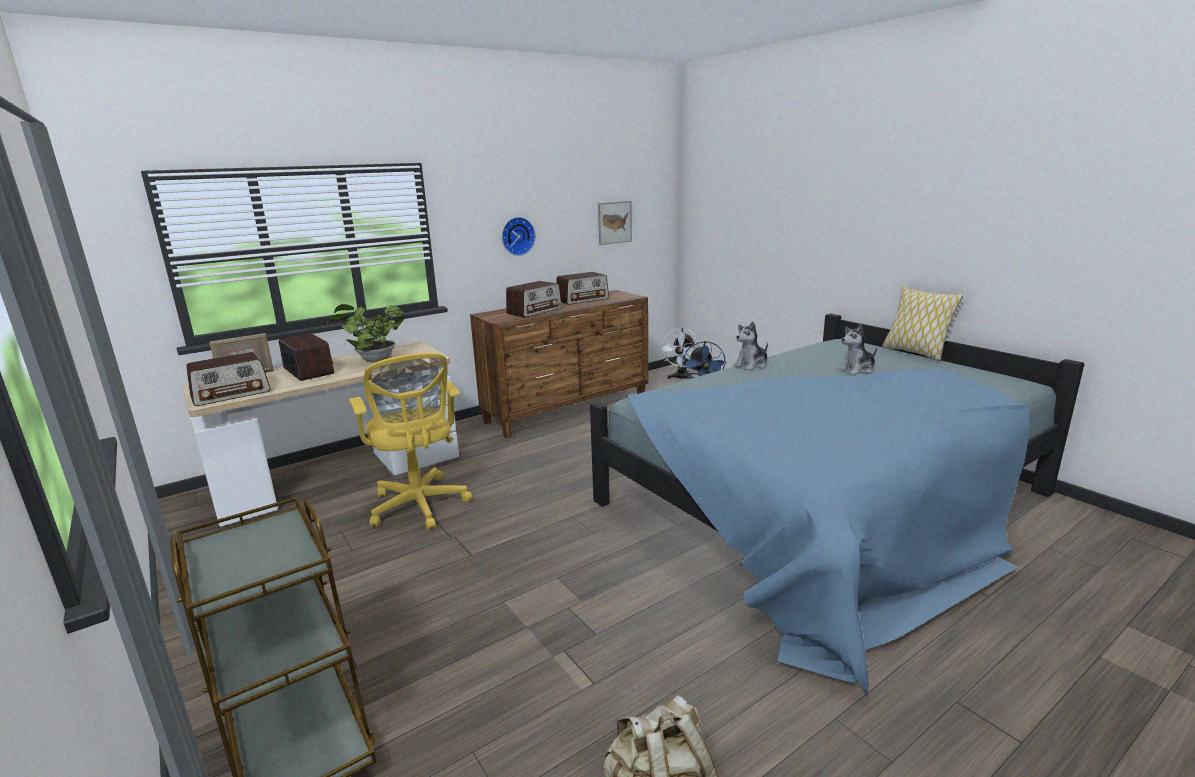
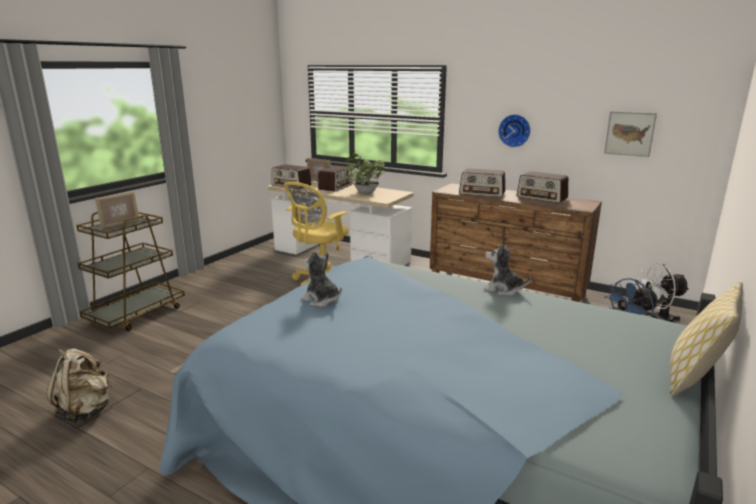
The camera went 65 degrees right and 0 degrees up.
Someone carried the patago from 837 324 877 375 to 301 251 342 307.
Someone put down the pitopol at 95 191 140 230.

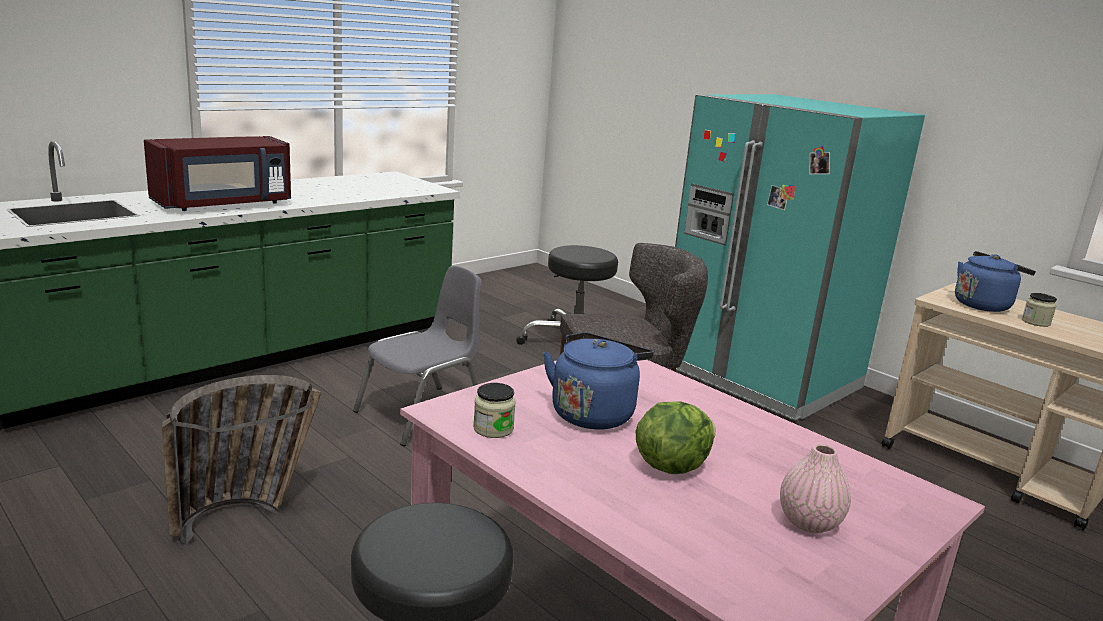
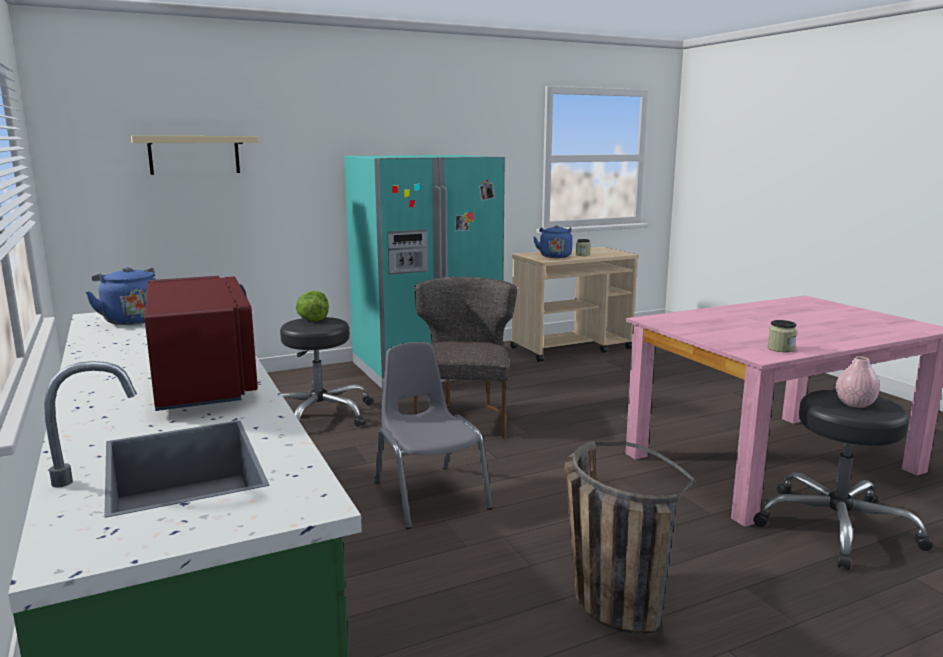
The camera went 70 degrees left and 5 degrees down.
Someone carried the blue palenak from 543 332 653 429 to 86 267 156 325.
Someone carried the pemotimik from 636 401 716 474 to 296 291 329 321.
Someone carried the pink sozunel from 780 444 851 533 to 836 356 880 408.
Someone put up the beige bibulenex at 131 136 258 175.

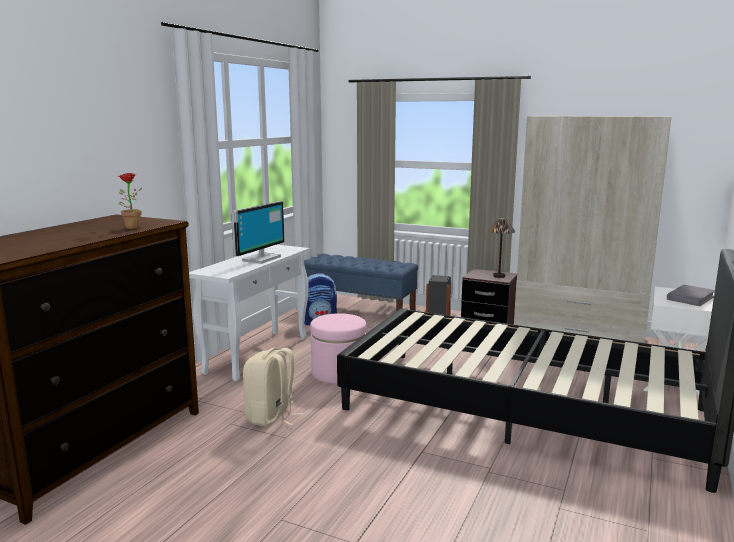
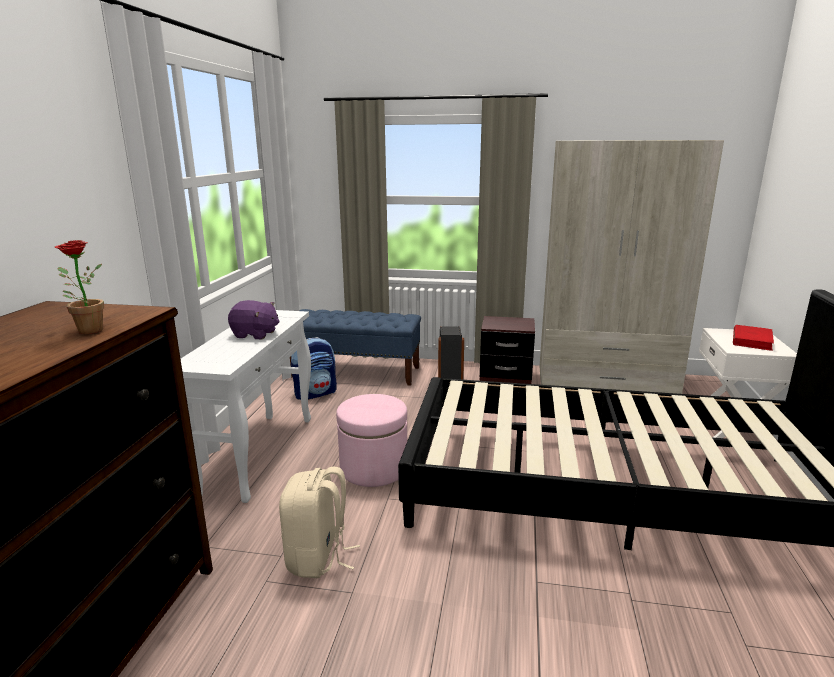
The camera went 15 degrees left and 5 degrees up.
Someone swapped the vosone at 231 201 284 264 for the purple patago at 228 300 280 339.
Someone took away the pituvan at 488 218 516 278.
Someone repainted the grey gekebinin at 667 285 715 306, which became the red gekebinin at 733 325 774 351.

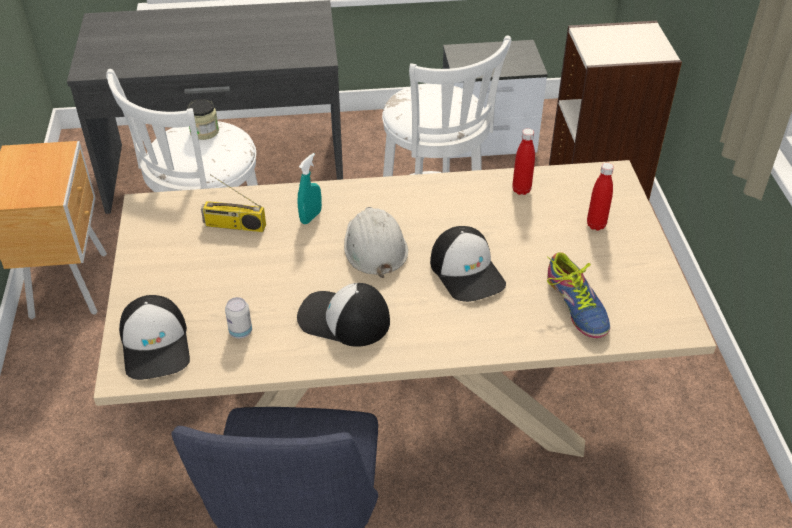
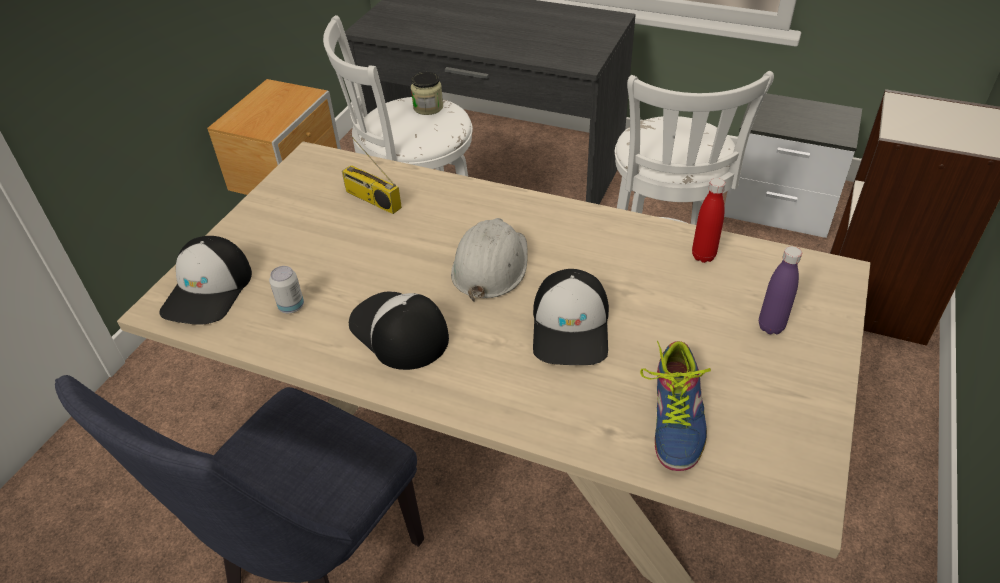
The camera went 30 degrees right and 0 degrees up.
Someone took away the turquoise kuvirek at 297 153 322 224.
Someone repainted the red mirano at 587 163 614 231, which became the purple mirano at 759 246 802 334.

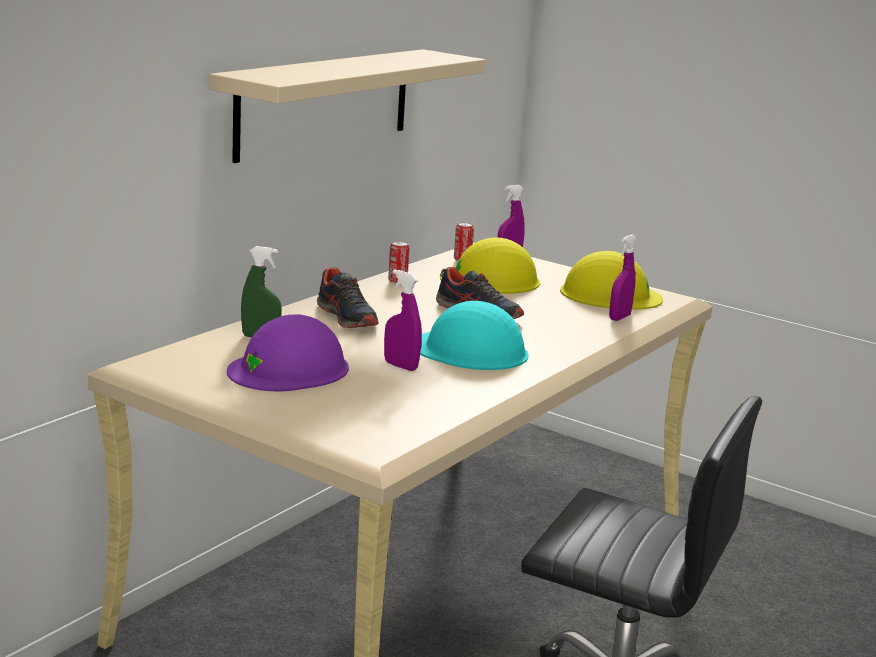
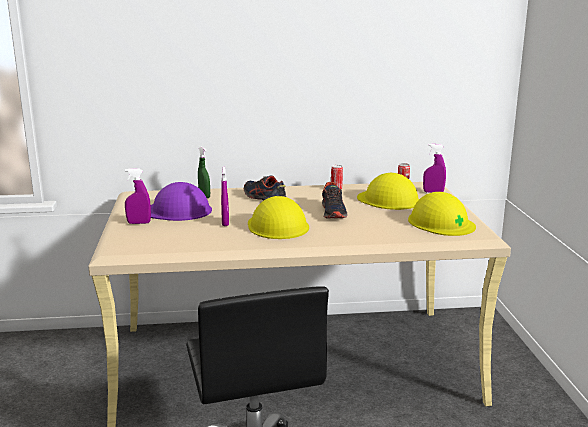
The camera went 50 degrees right and 0 degrees up.
Someone took away the beige bibulenex at 209 49 486 163.
Someone rotated the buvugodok at 317 268 379 328 by 120 degrees clockwise.
Someone repainted the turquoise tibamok at 420 301 529 370, which became the yellow tibamok at 248 196 309 239.
Someone carried the purple kuvirek from 609 234 637 321 to 125 168 151 224.

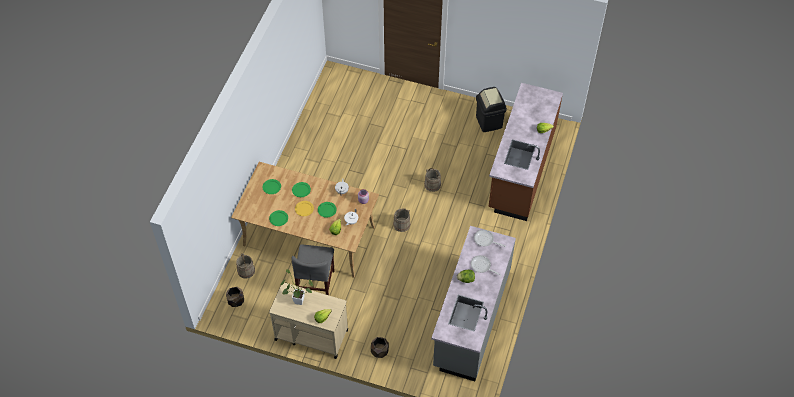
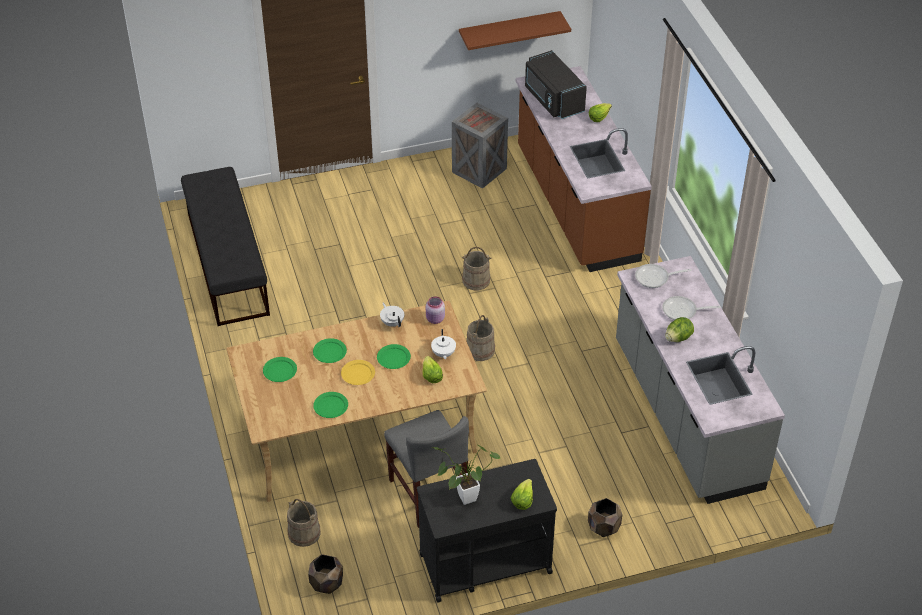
The camera went 35 degrees left and 10 degrees down.
Someone repainted the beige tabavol at 269 283 348 359, which became the black tabavol at 417 459 557 602.
Someone swapped the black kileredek at 476 87 507 132 for the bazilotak at 452 103 508 189.
Someone put down the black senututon at 181 167 270 326.
Someone put up the brown bibulenex at 459 11 571 50.
Someone put down the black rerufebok at 525 50 587 119.

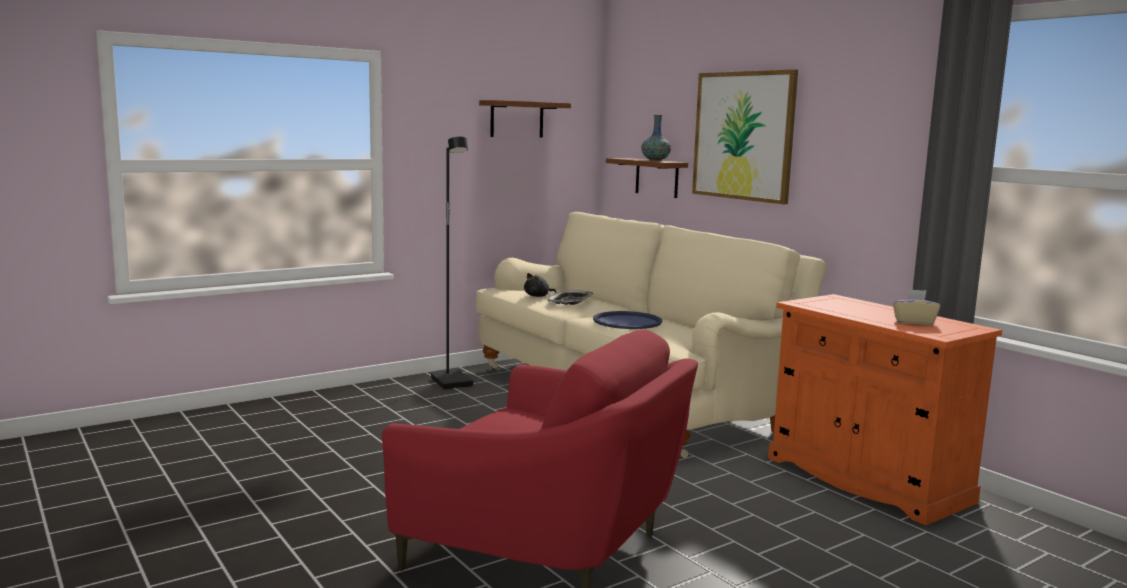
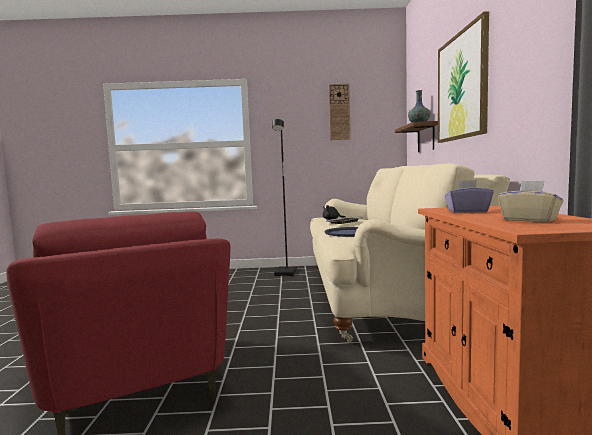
The camera went 35 degrees right and 5 degrees down.
Someone swapped the brown bibulenex at 479 100 571 138 for the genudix at 329 84 351 140.
Someone put down the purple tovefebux at 445 180 494 213.

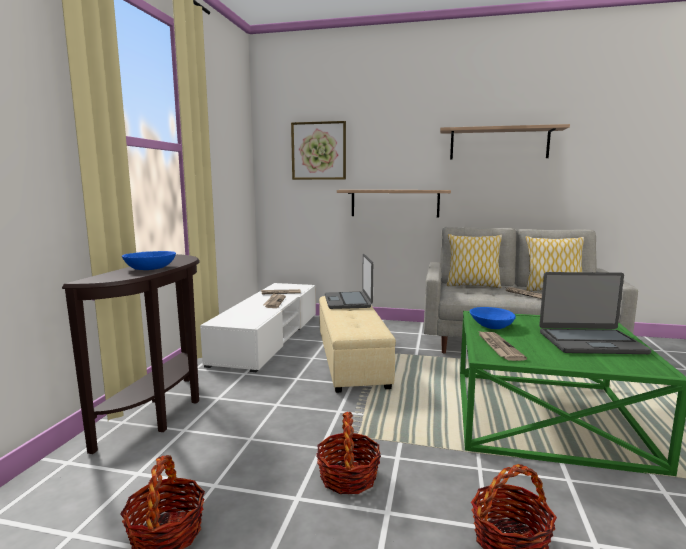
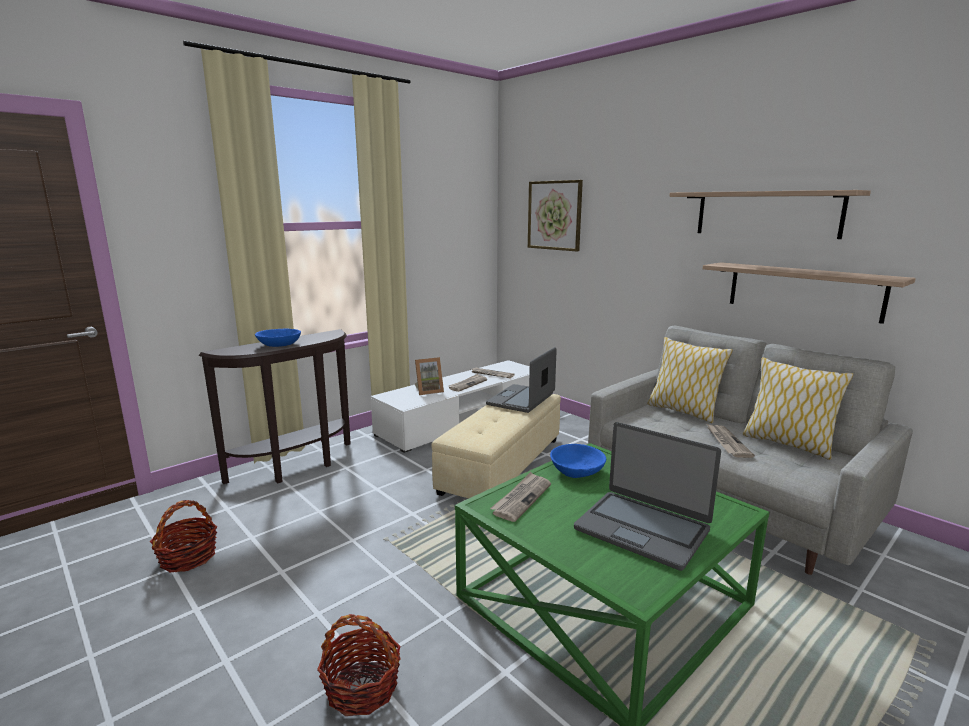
The camera went 35 degrees right and 5 degrees up.
Someone took away the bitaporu at 316 412 381 494.
Someone carried the bibulenex from 337 190 451 218 to 702 262 916 324.
Someone put down the pitopol at 415 357 444 395.

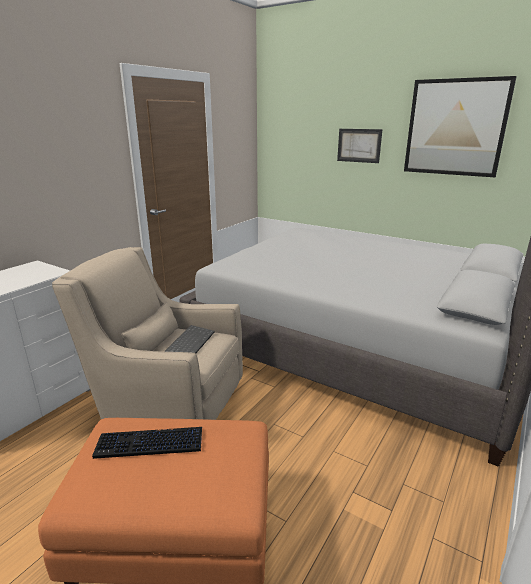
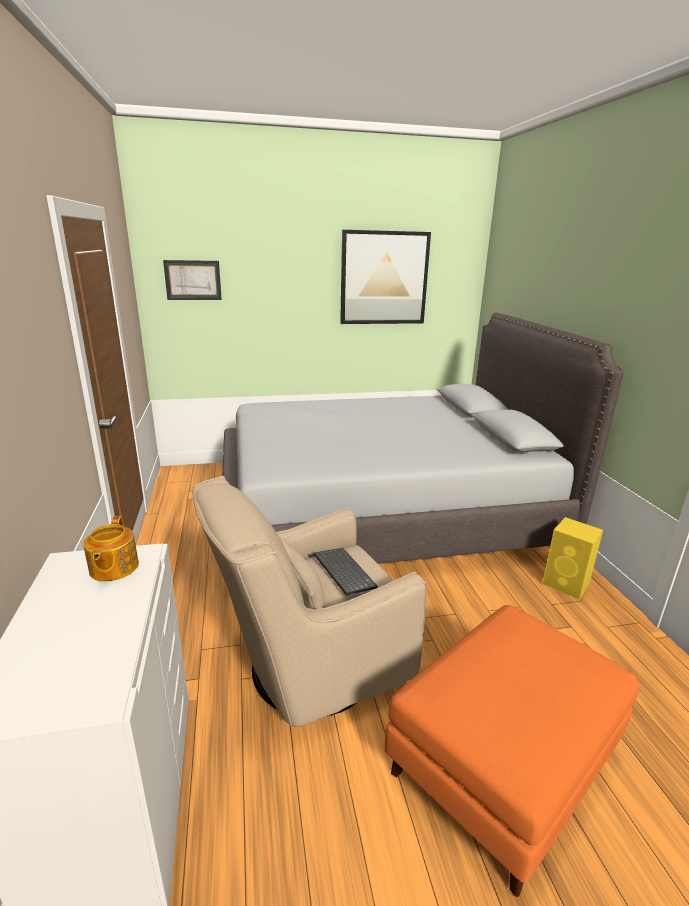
The camera went 45 degrees left and 0 degrees up.
Someone took away the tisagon at 92 427 202 459.
Someone carried the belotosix from 337 129 382 163 to 163 260 222 300.
Someone put down the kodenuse at 83 516 139 581.
Someone put down the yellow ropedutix at 542 517 603 600.

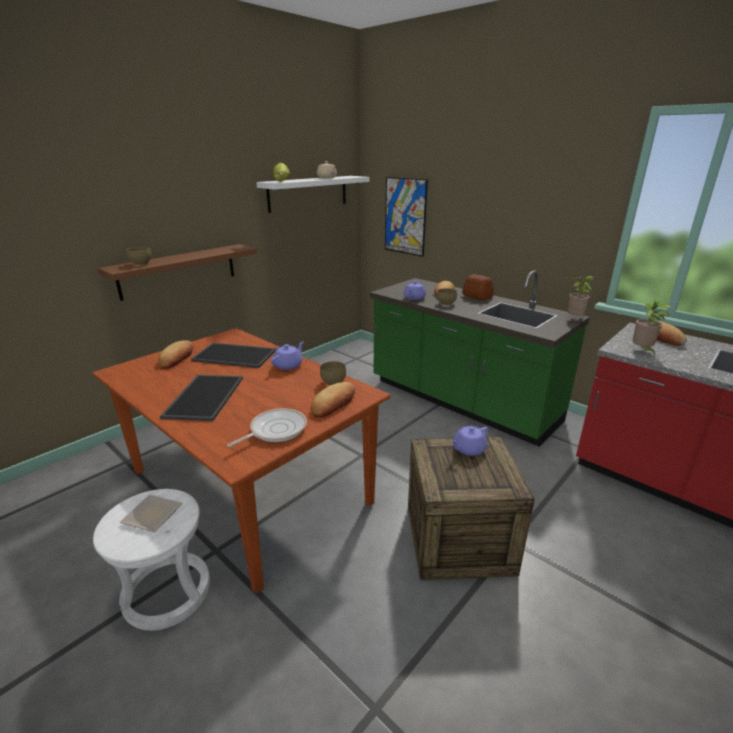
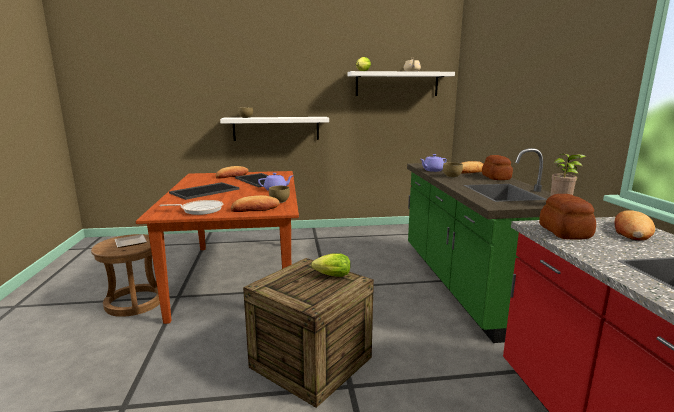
The camera went 40 degrees right and 10 degrees down.
Someone repainted the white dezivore at 93 489 210 631, which became the brown dezivore at 91 234 160 317.
Someone repainted the brown bibulenex at 98 244 257 301, which became the white bibulenex at 220 117 329 141.
Someone took away the belotosix at 385 177 428 257.
Someone swapped the purple kodenuse at 450 425 489 456 for the pemotimik at 311 253 351 277.
Someone swapped the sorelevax at 632 300 671 354 for the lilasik at 539 194 596 240.

